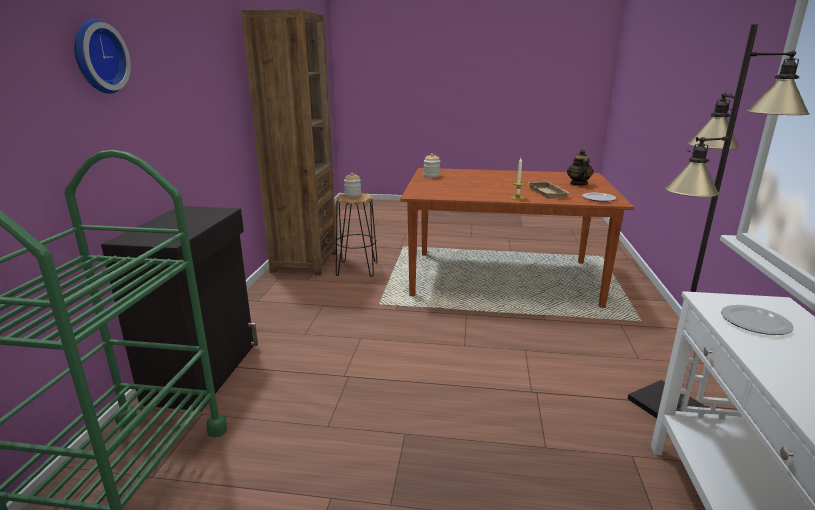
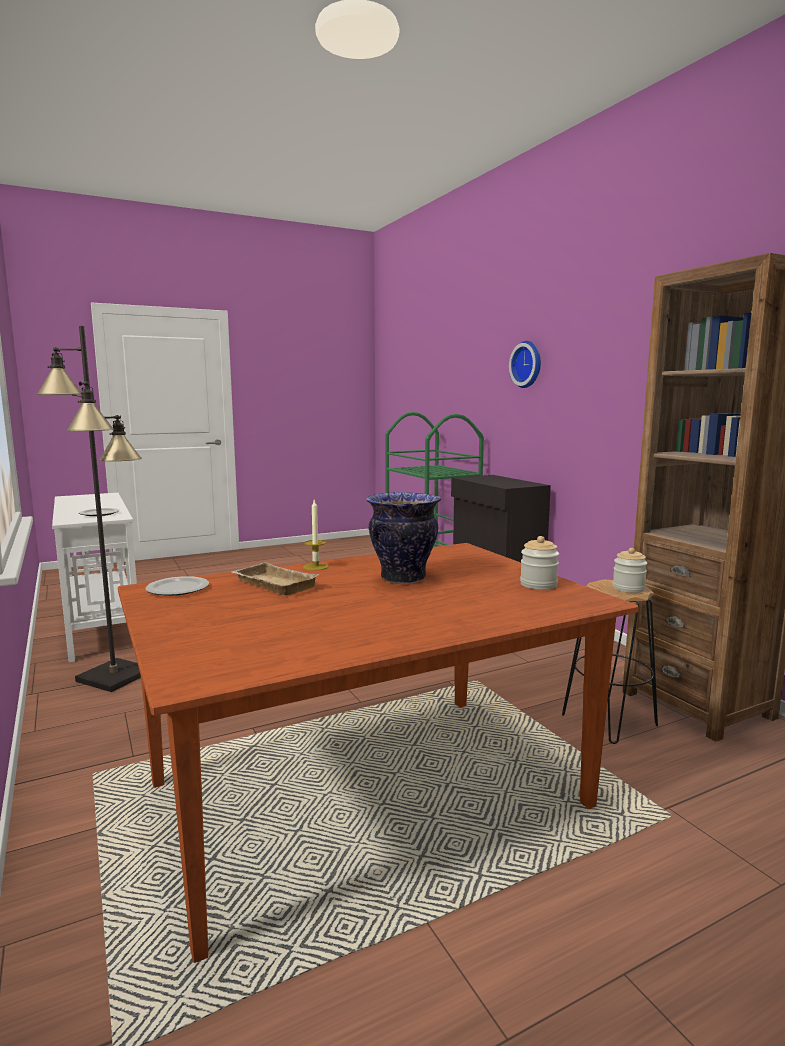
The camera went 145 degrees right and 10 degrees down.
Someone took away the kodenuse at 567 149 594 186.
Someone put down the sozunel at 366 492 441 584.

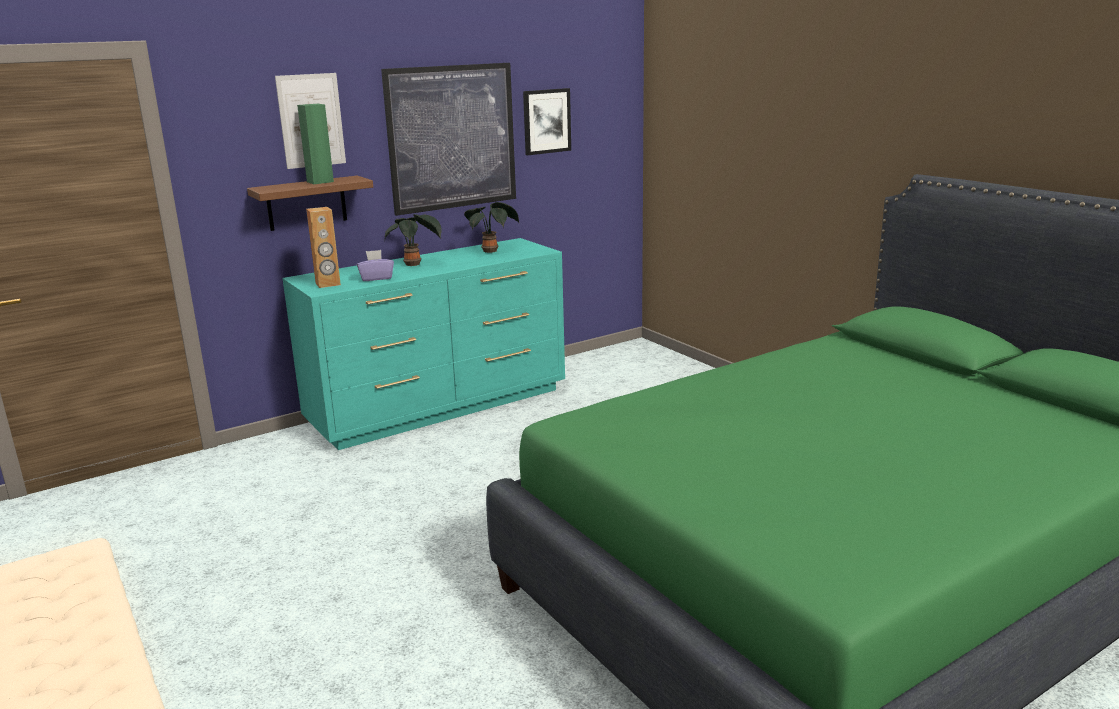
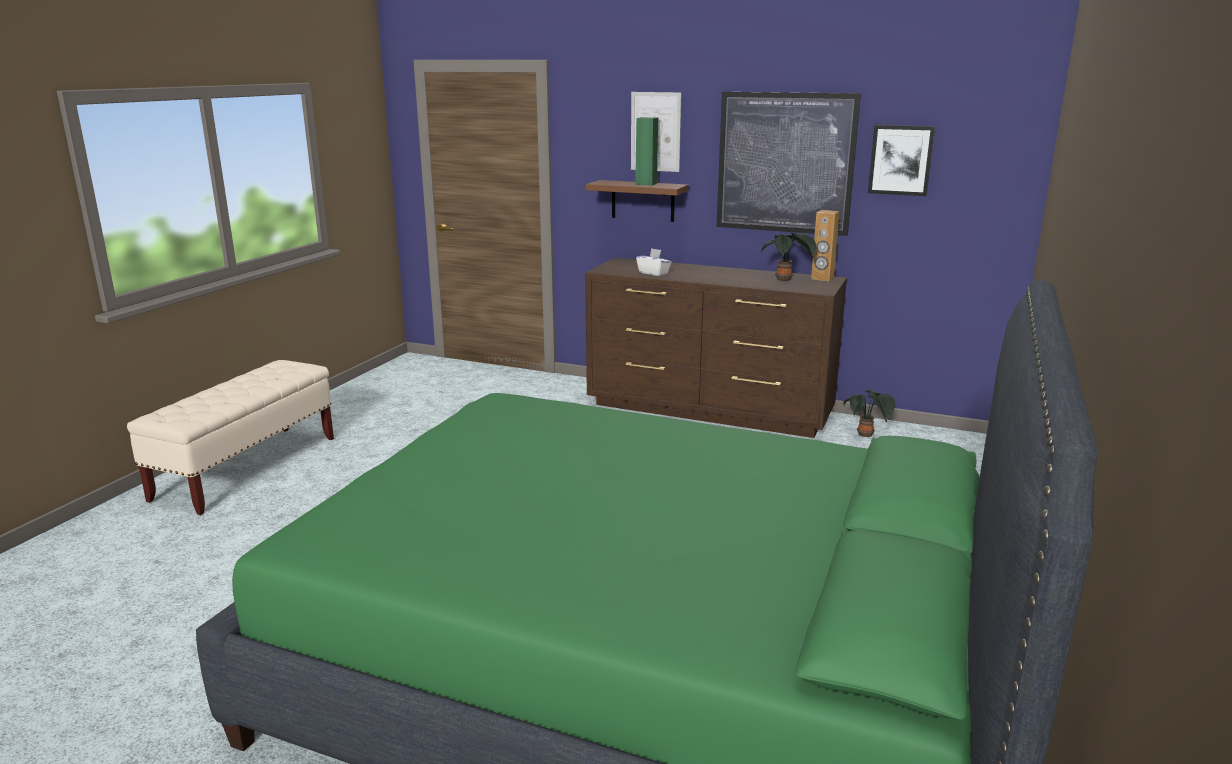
The camera went 55 degrees right and 0 degrees up.
Someone repainted the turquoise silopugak at 282 238 565 450, which became the brown silopugak at 585 258 847 438.
Someone carried the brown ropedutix from 306 207 341 288 to 811 210 840 281.
Someone repainted the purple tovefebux at 357 250 394 281, which became the white tovefebux at 636 248 672 276.
Someone carried the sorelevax from 385 214 442 266 to 843 389 895 437.

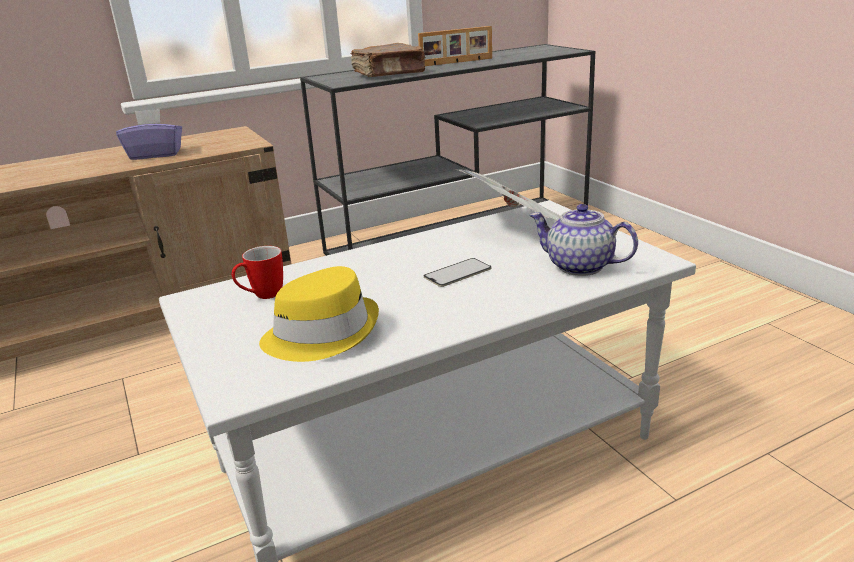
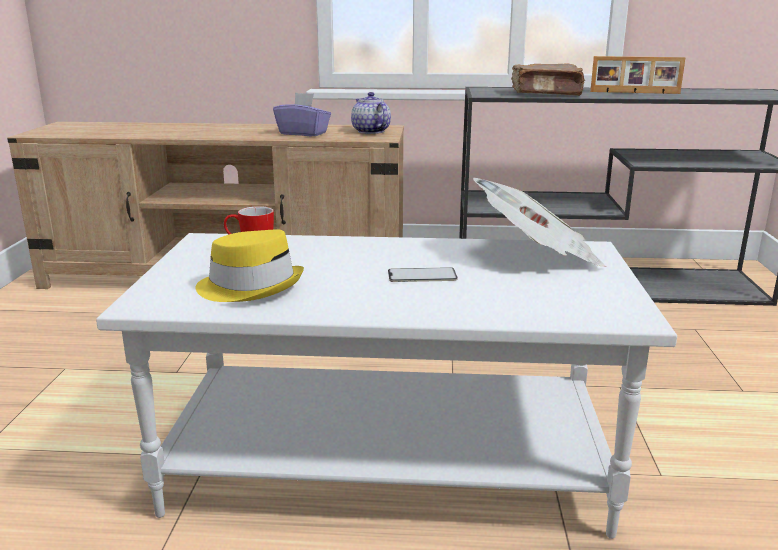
The camera went 30 degrees right and 5 degrees down.
Someone carried the kodenuse from 529 204 638 276 to 351 92 391 134.

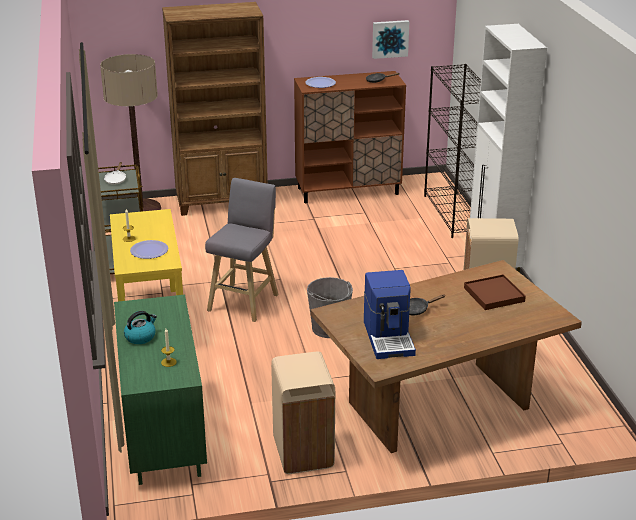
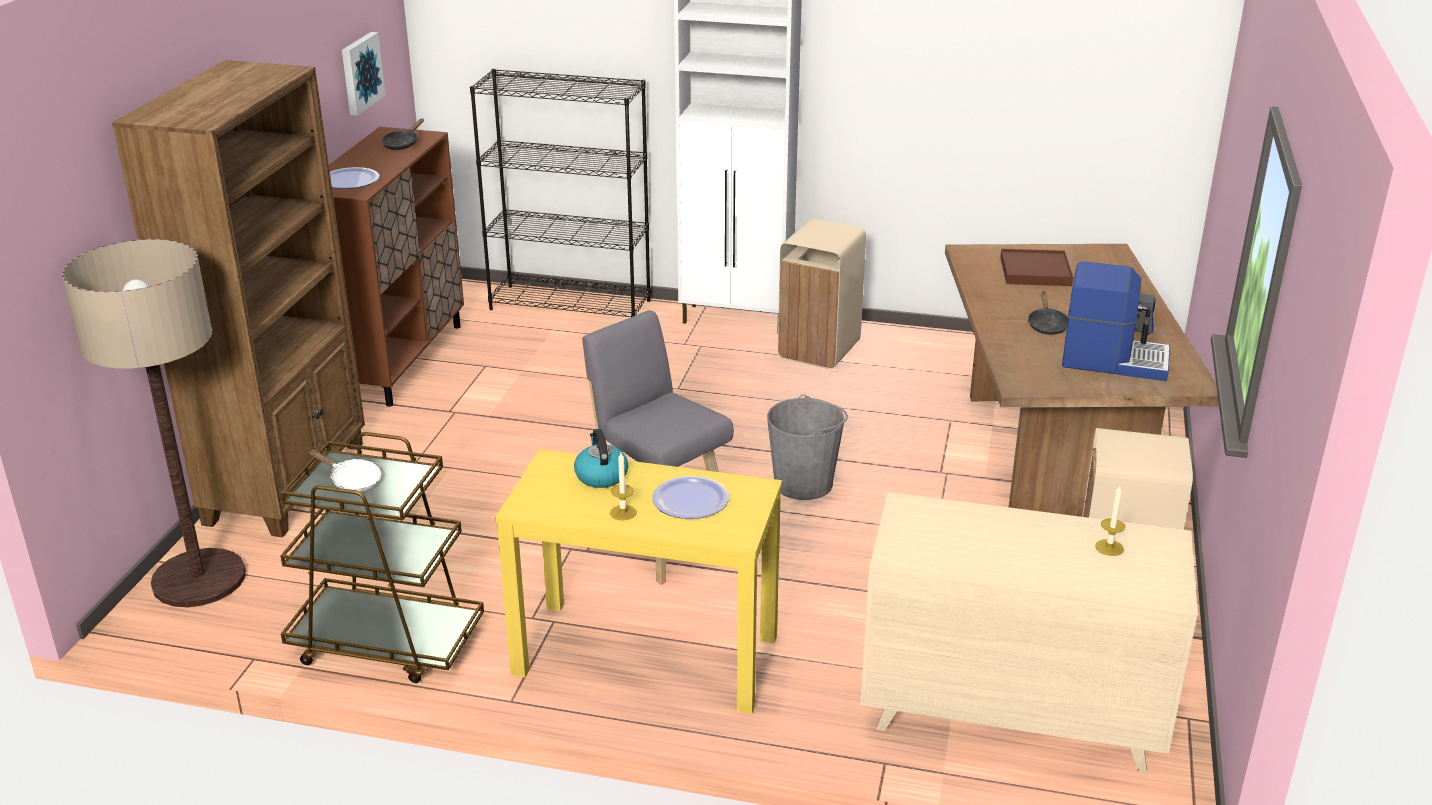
The camera went 65 degrees left and 0 degrees up.
Someone repainted the green silopugak at 114 295 207 485, which became the beige silopugak at 860 492 1198 773.
Someone carried the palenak from 124 311 157 344 to 574 429 628 488.

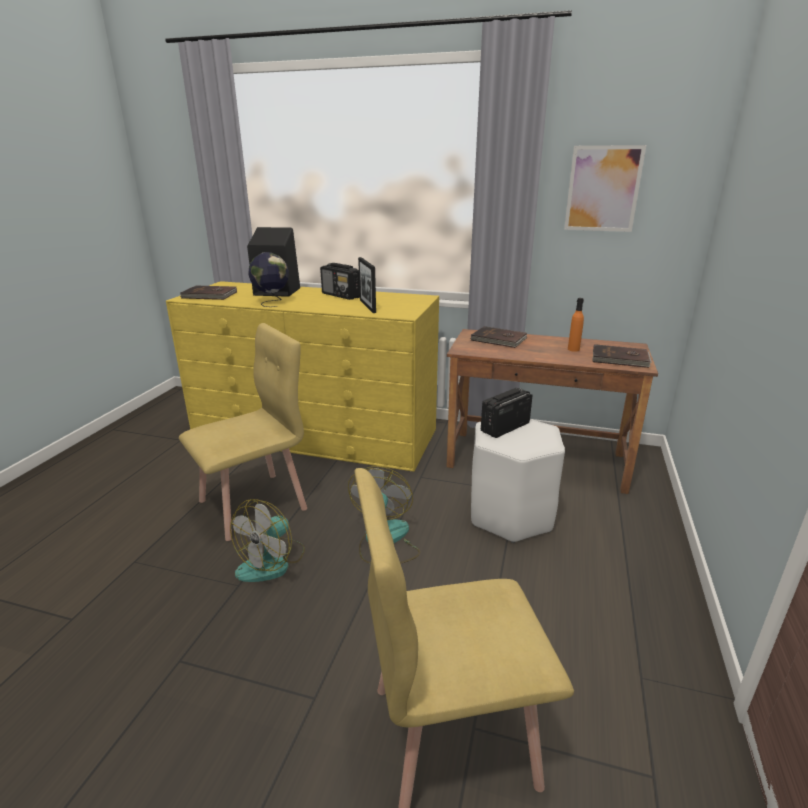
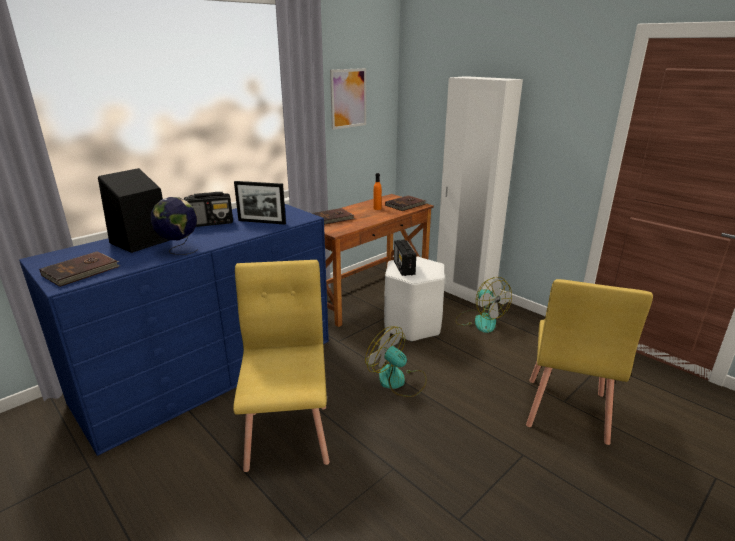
The camera went 60 degrees left and 0 degrees up.
Someone repainted the yellow silopugak at 166 281 439 472, which became the blue silopugak at 19 204 329 456.
Someone carried the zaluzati from 230 499 305 582 to 456 277 512 333.
Someone put down the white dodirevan at 437 76 523 307.

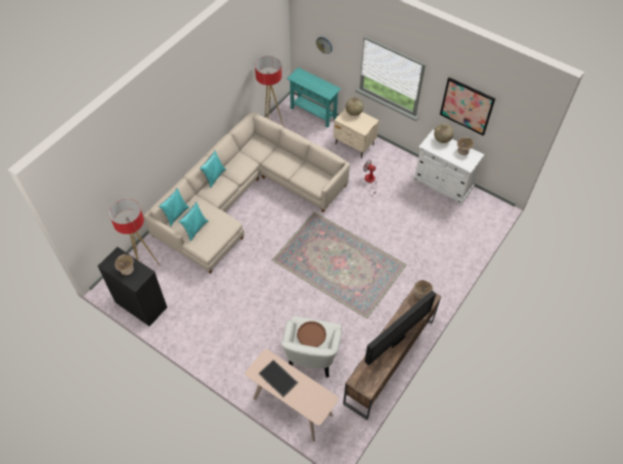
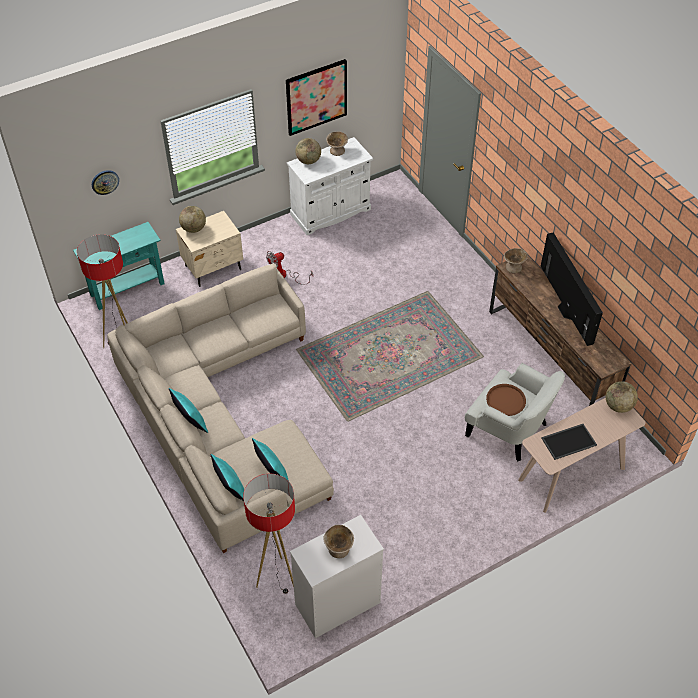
The camera went 65 degrees left and 5 degrees down.
Someone repainted the black silopugak at 98 247 167 327, which became the white silopugak at 290 515 384 638.
Someone put down the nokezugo at 606 381 638 413.

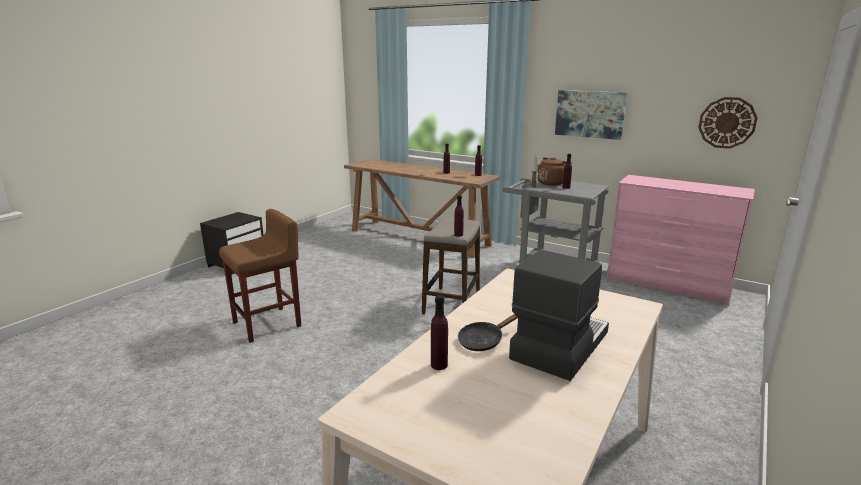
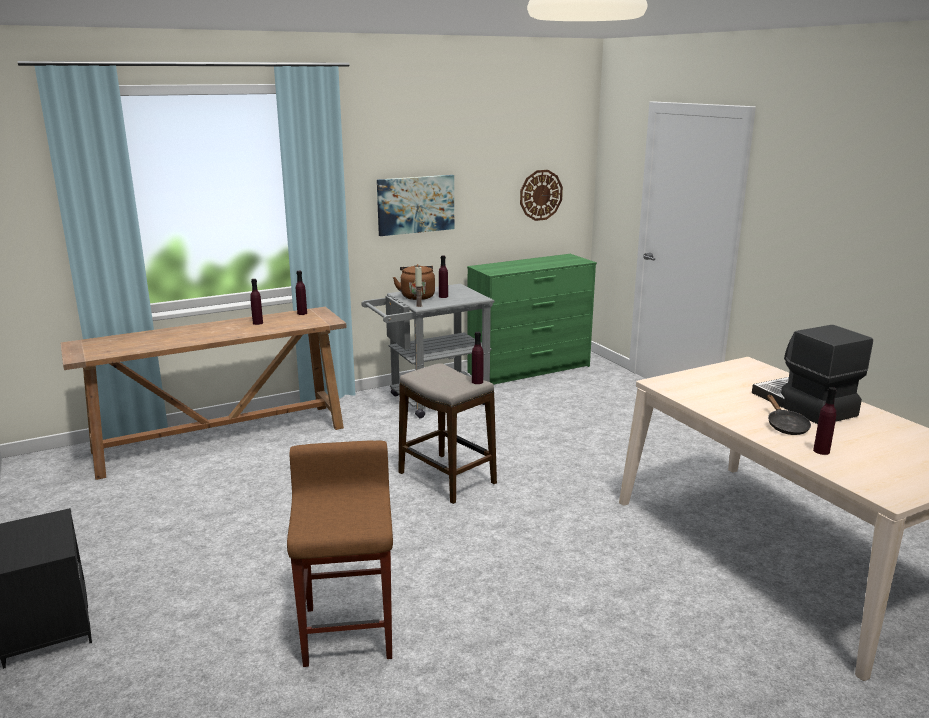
The camera went 60 degrees left and 0 degrees up.
Someone repainted the pink silopugak at 607 175 755 306, which became the green silopugak at 467 254 597 385.

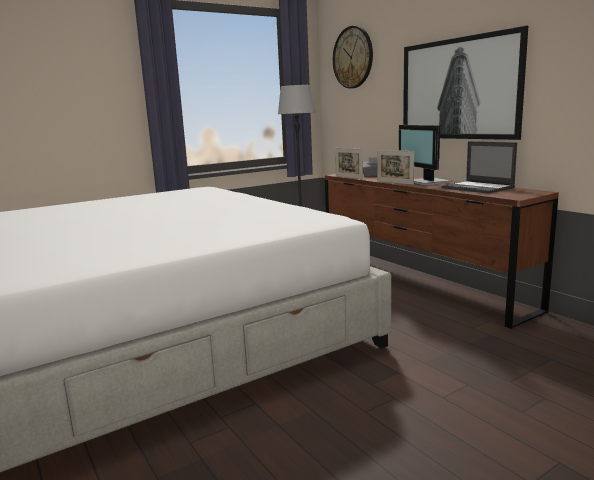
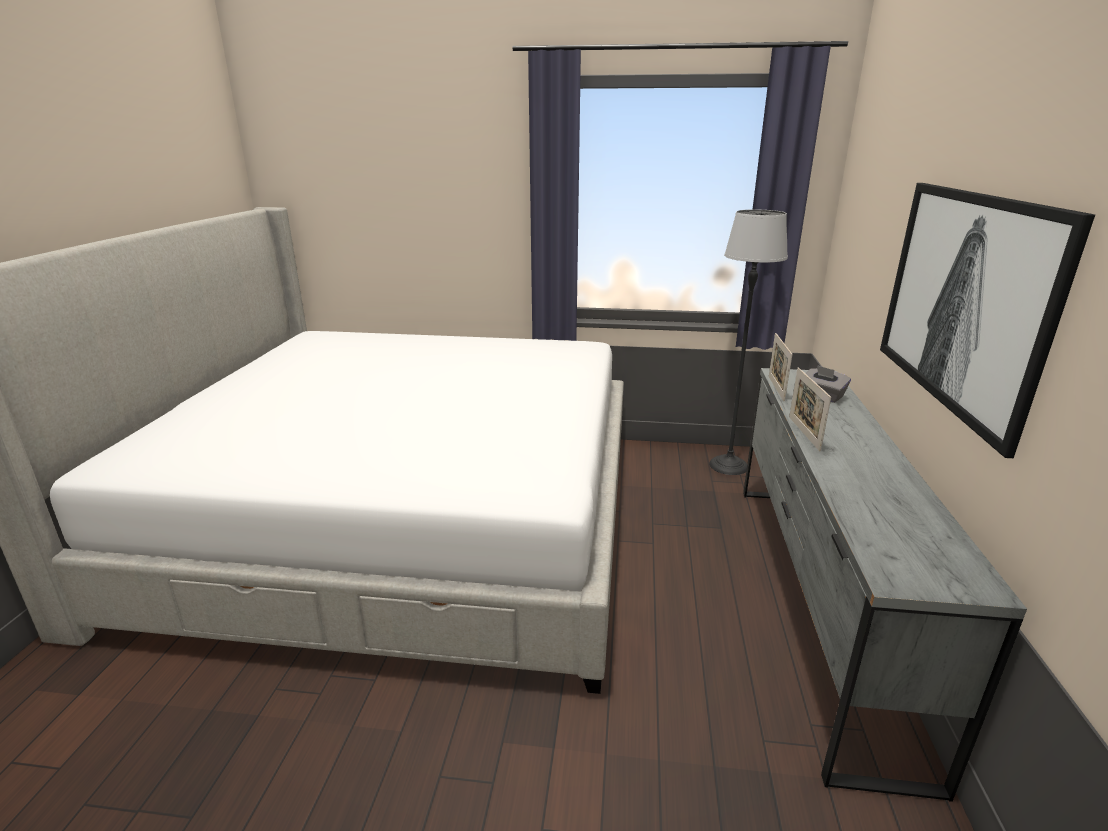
The camera went 40 degrees right and 10 degrees up.
Someone repainted the brown silopugak at 325 174 559 329, which became the grey silopugak at 743 368 1027 802.
Someone took away the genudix at 333 26 373 88.
Someone took away the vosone at 399 125 451 185.
Someone took away the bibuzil at 442 141 517 194.

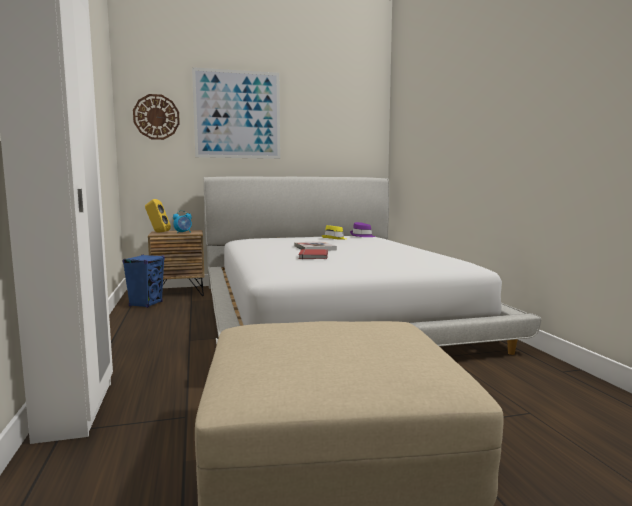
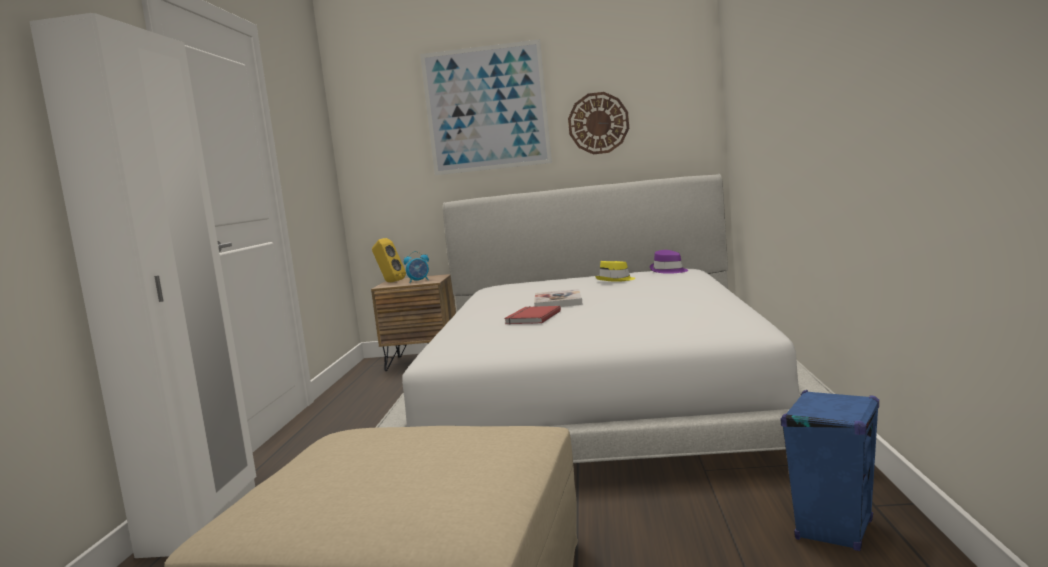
The camera went 20 degrees right and 0 degrees up.
Someone carried the blue ropedutix from 122 254 165 308 to 780 390 879 551.
Someone carried the genudix from 133 94 180 140 to 568 92 629 154.

